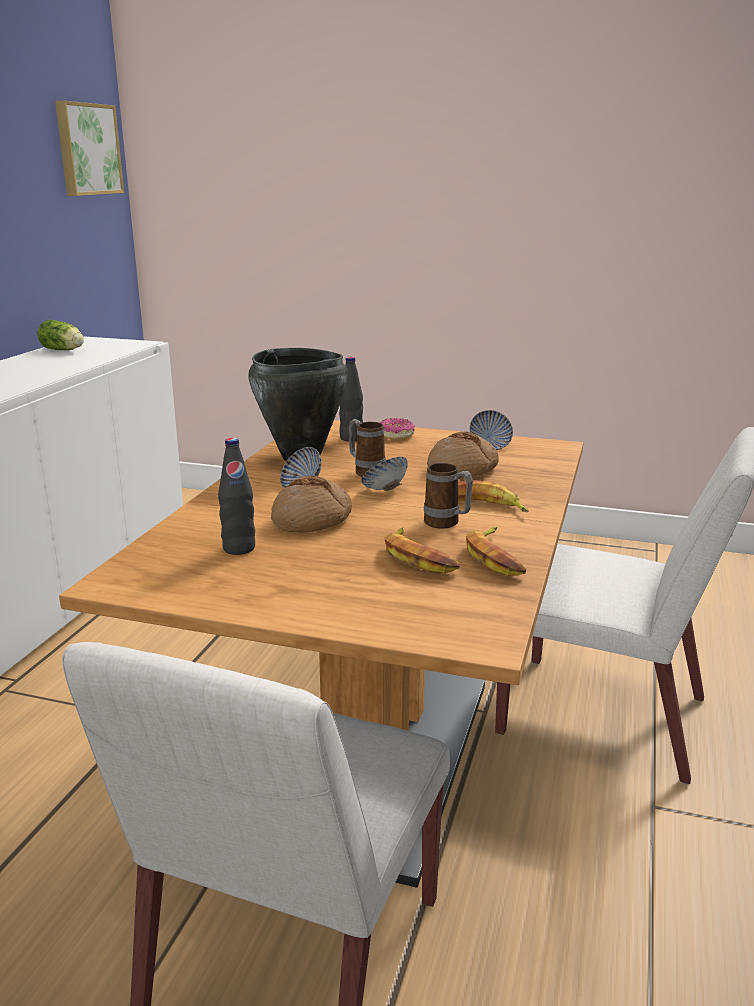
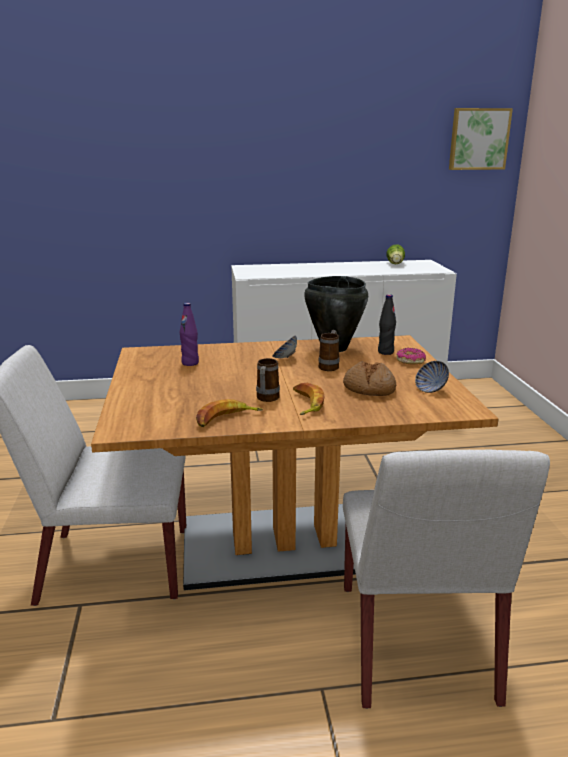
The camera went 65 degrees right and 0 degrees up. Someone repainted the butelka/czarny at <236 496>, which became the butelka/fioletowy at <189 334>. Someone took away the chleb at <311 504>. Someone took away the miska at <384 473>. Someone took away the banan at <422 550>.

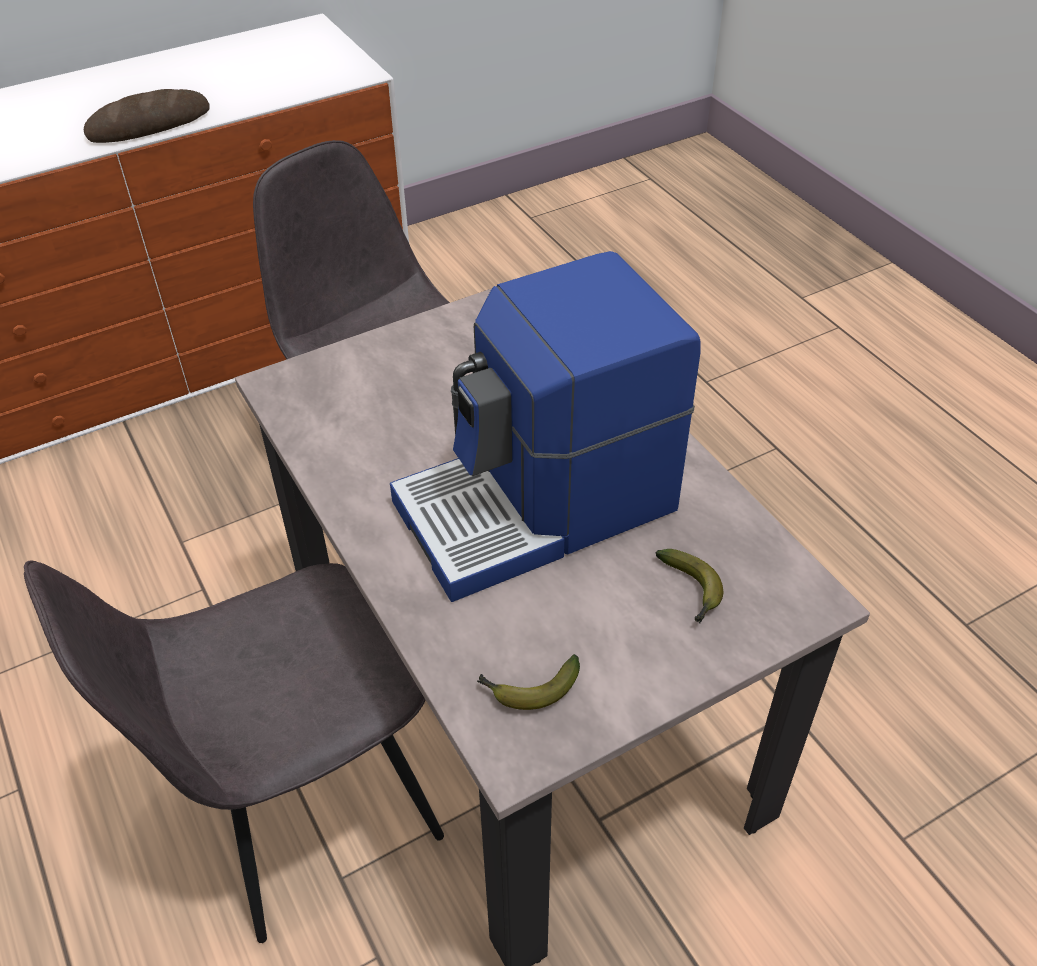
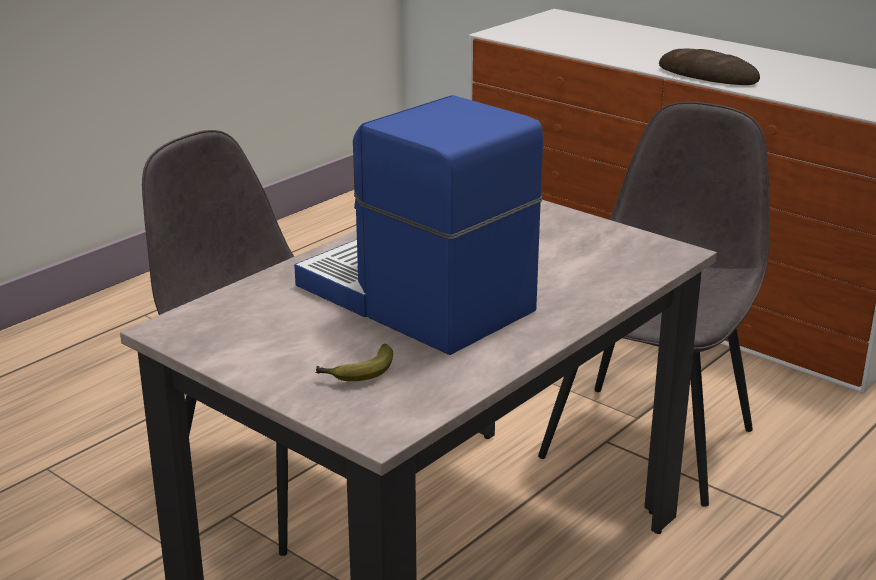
The camera went 70 degrees right and 20 degrees down. Someone took away the banan at <528 682>.

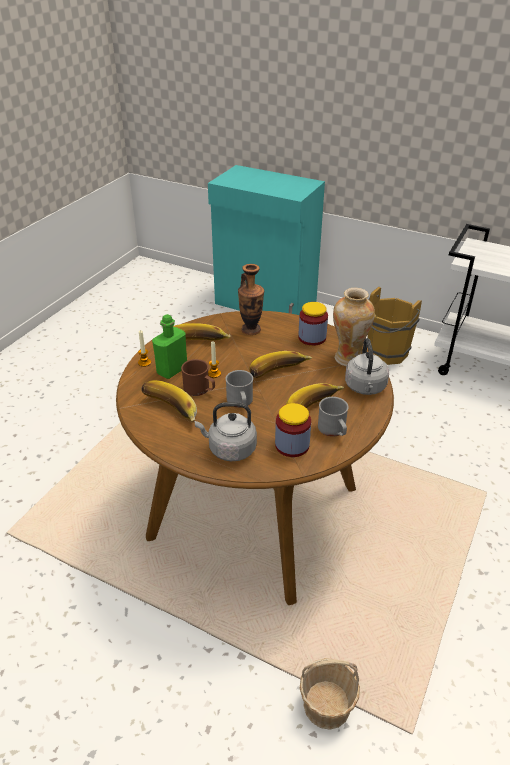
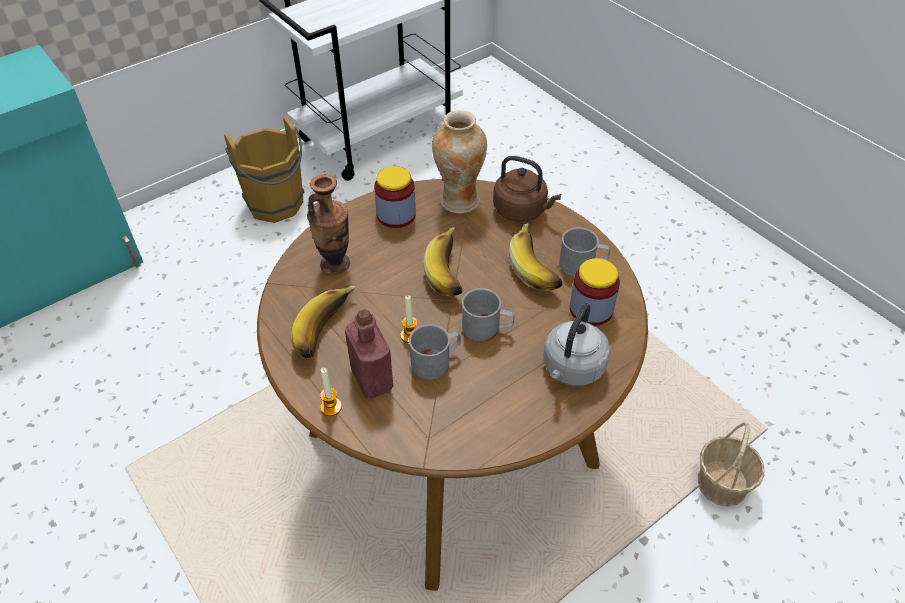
The camera went 65 degrees left and 10 degrees up. Someone took away the banan at <169 401>. Someone repainted the butelka/zielony at <169 346>, which became the butelka/czerwony at <369 353>. Someone repainted the kubek/brązowy at <198 377>, which became the kubek/szary at <435 352>. Someone repainted the czajnik/szary at <367 366>, which became the czajnik/brązowy at <527 189>.

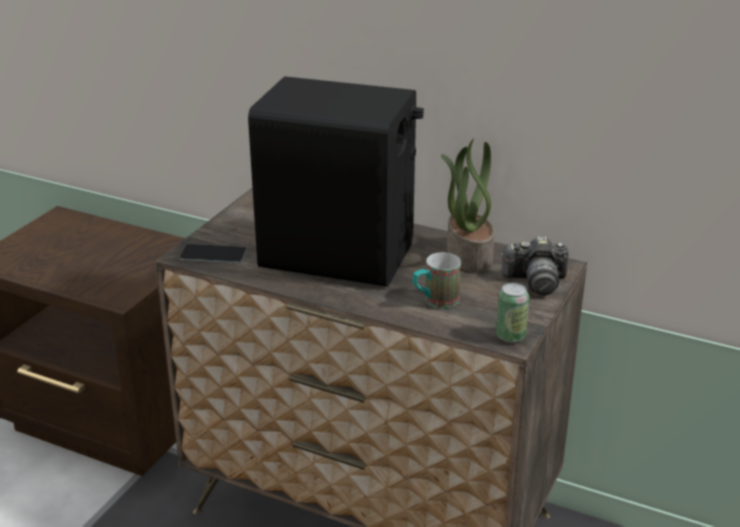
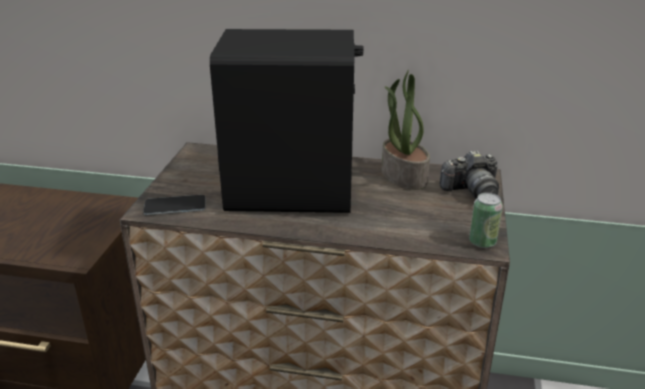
The camera went 15 degrees left and 0 degrees up. Someone took away the kubek at <437 280>.

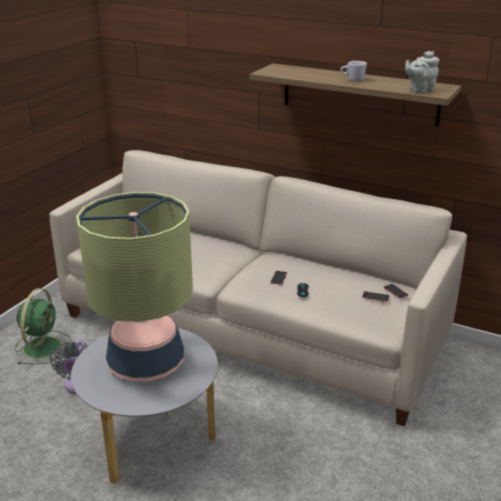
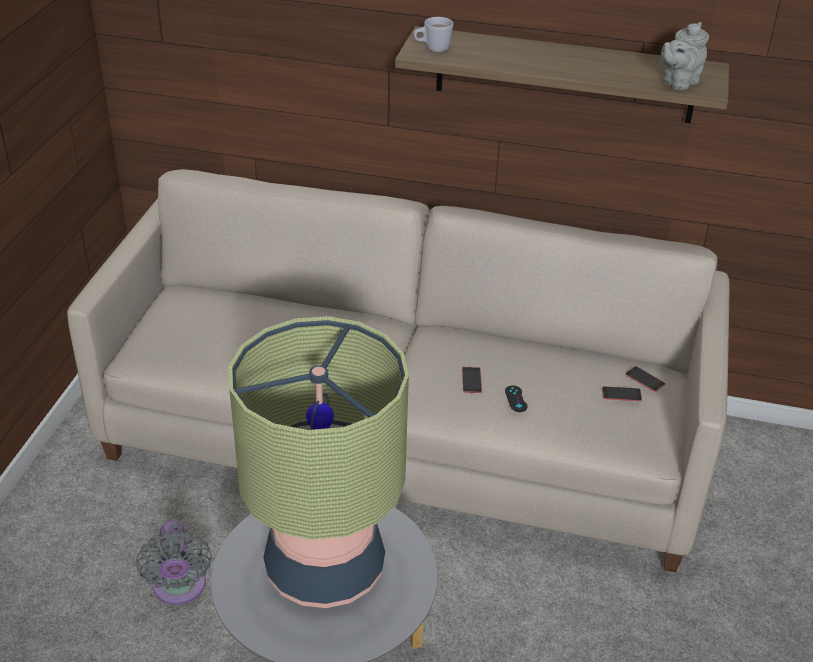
The camera went 15 degrees left and 10 degrees up. Someone took away the wentylator/zielony at <43 326>. Someone carried the kubek/biały from <353 71> to <433 34>.

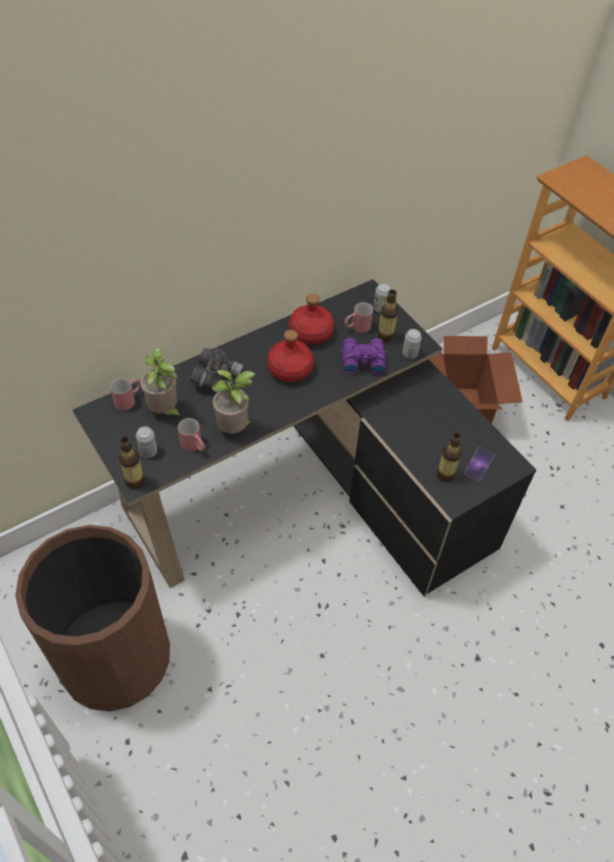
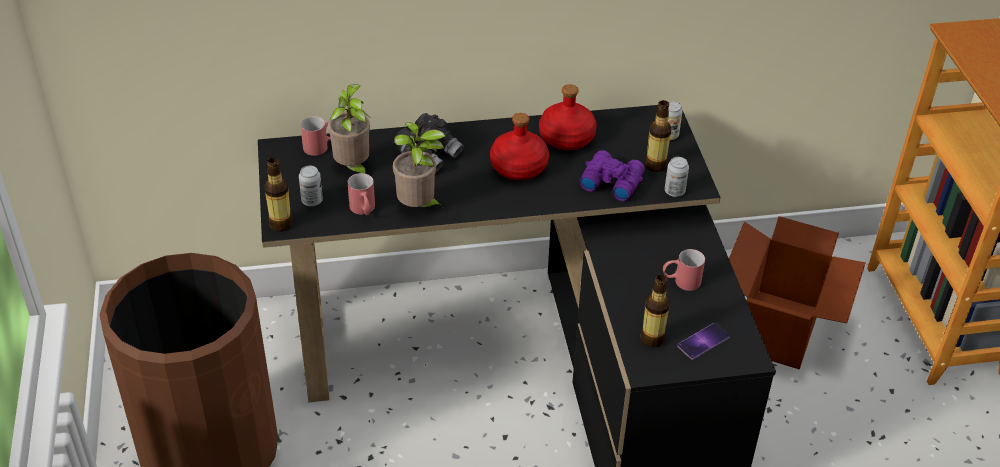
The camera went 25 degrees right and 10 degrees down. Someone carried the kubek/czerwony from <358 317> to <684 270>.

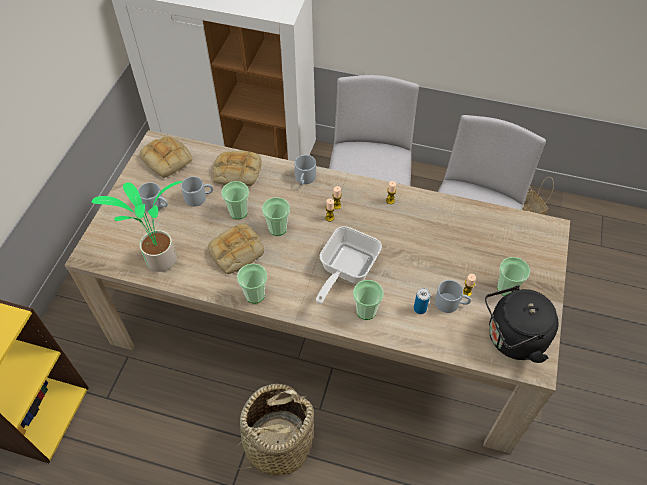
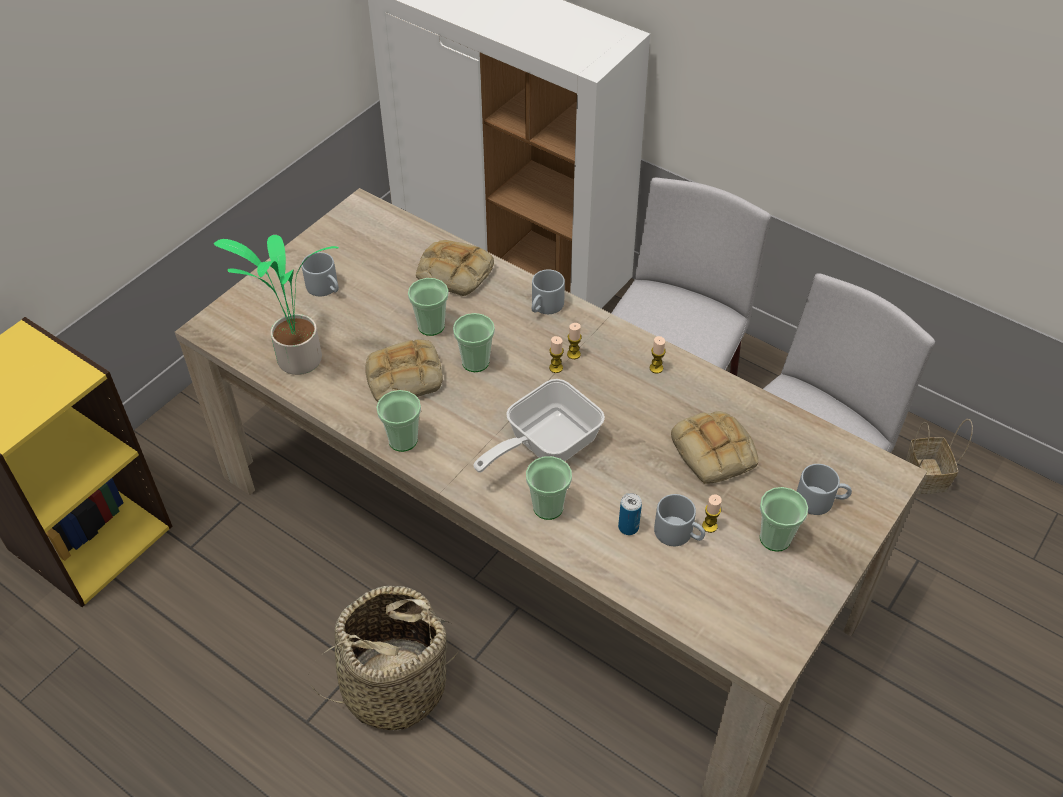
The camera went 20 degrees right and 5 degrees down. Someone carried the chleb from <166 157> to <714 447>. Someone carried the kubek/szary from <197 191> to <824 489>. Someone took away the czajnik/czarny at <521 324>.

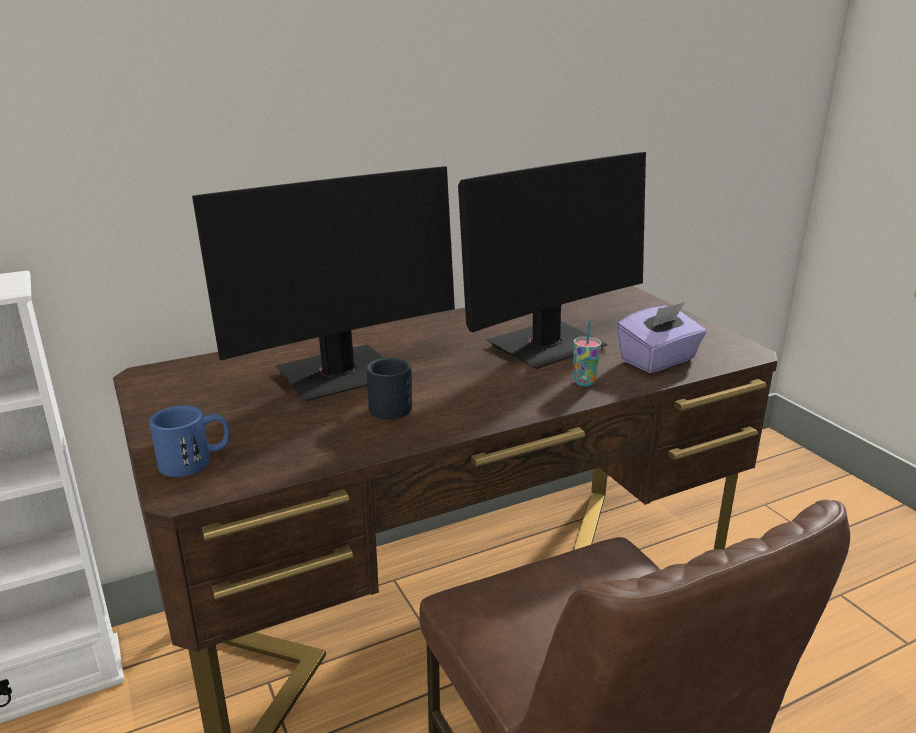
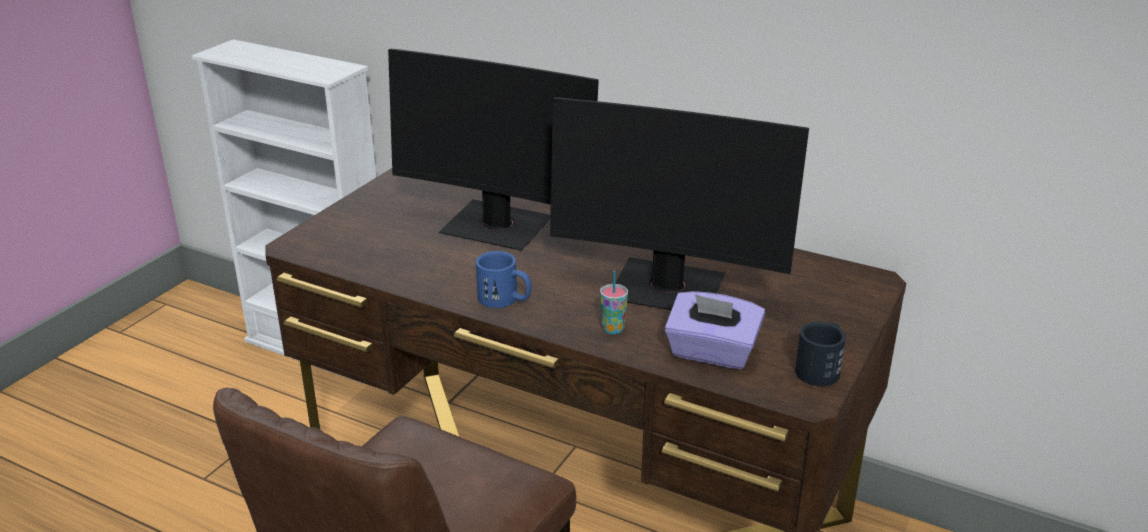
The camera went 55 degrees right and 5 degrees up. Someone carried the kubek/niebieski from <189 441> to <504 279>. Someone carried the kubek/czarny from <389 388> to <820 354>.

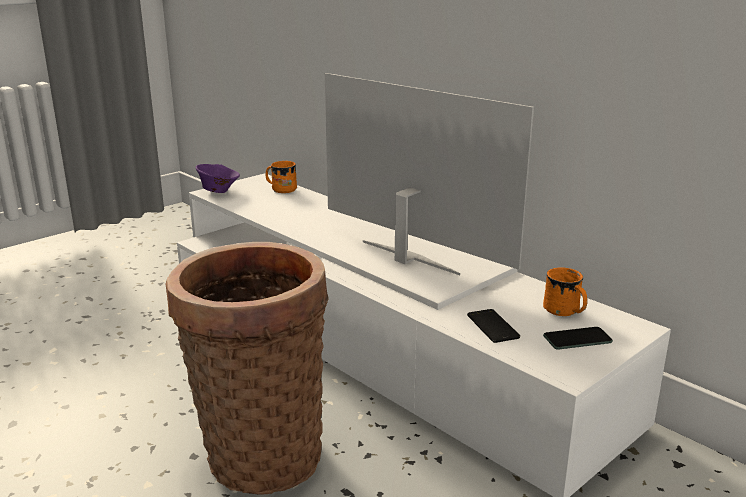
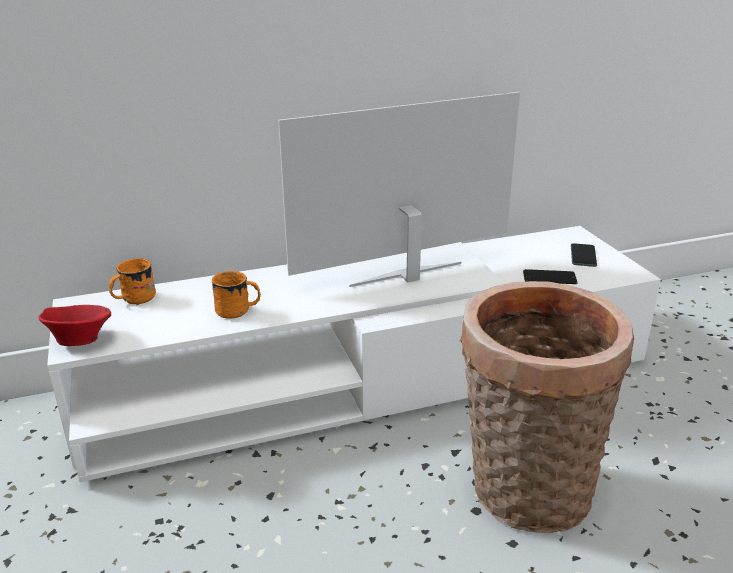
The camera went 65 degrees left and 5 degrees up. Someone repainted the miska/fioletowy at <217 178>, which became the miska/czerwony at <75 325>. Someone carried the kubek/pomarańczowy from <565 291> to <236 295>.

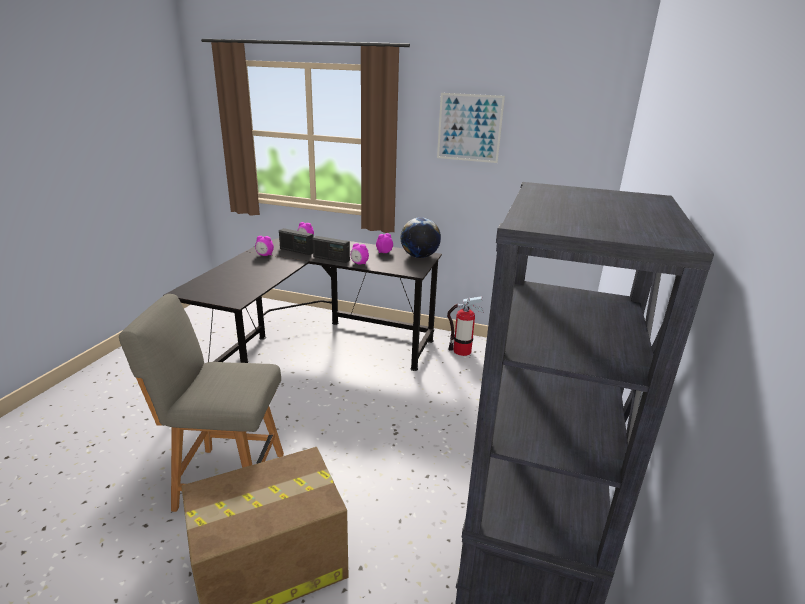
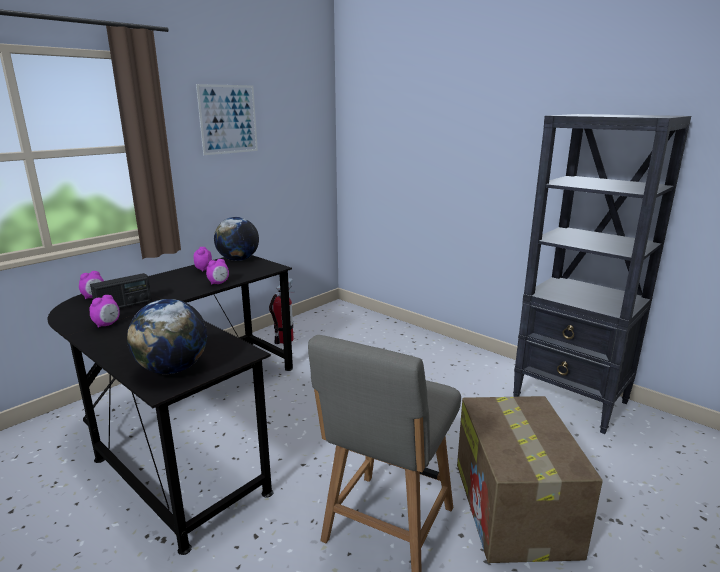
The camera went 65 degrees left and 5 degrees down. Someone took away the radio at <331 249>. Someone put down the globus at <167 336>.

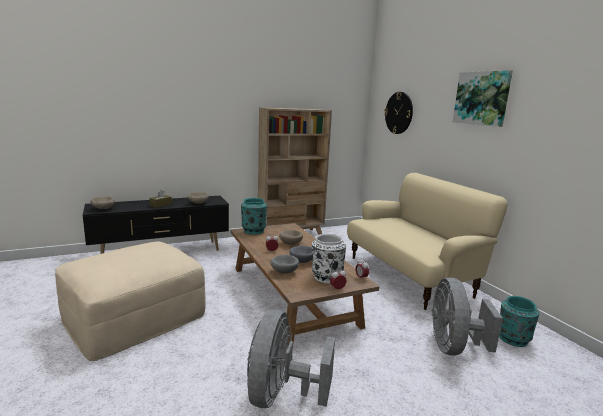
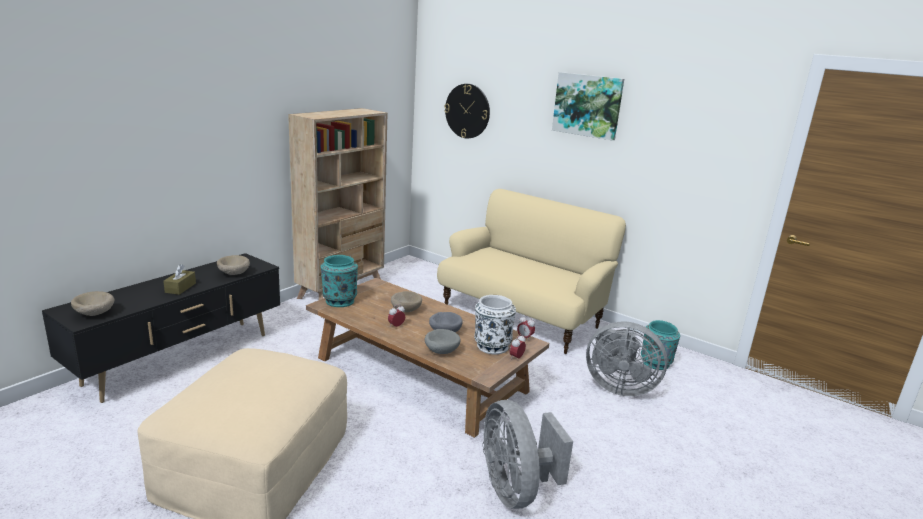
The camera went 30 degrees left and 5 degrees up. Someone rotated the wentylator/szary at <467 317> by 45 degrees counterclockwise.

